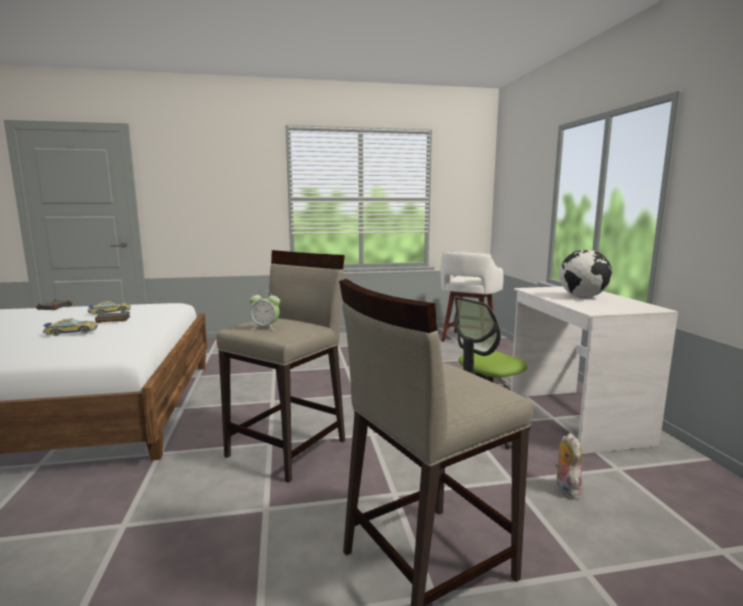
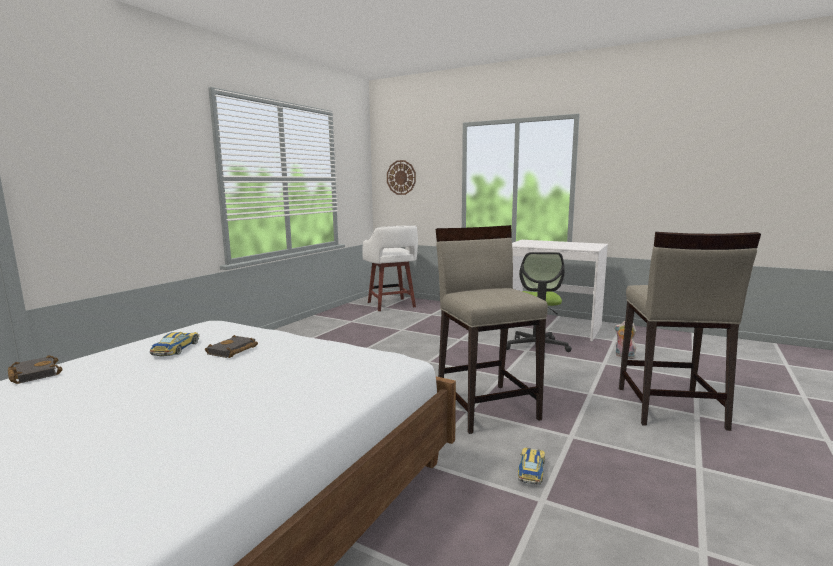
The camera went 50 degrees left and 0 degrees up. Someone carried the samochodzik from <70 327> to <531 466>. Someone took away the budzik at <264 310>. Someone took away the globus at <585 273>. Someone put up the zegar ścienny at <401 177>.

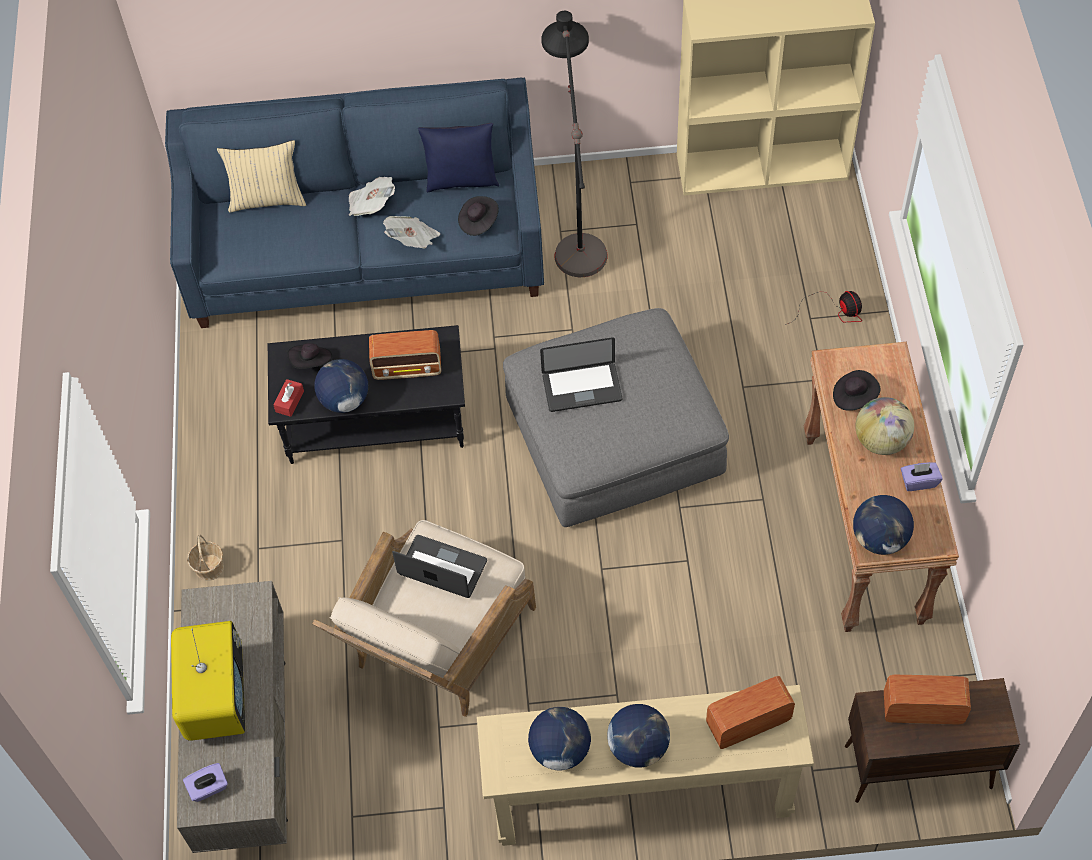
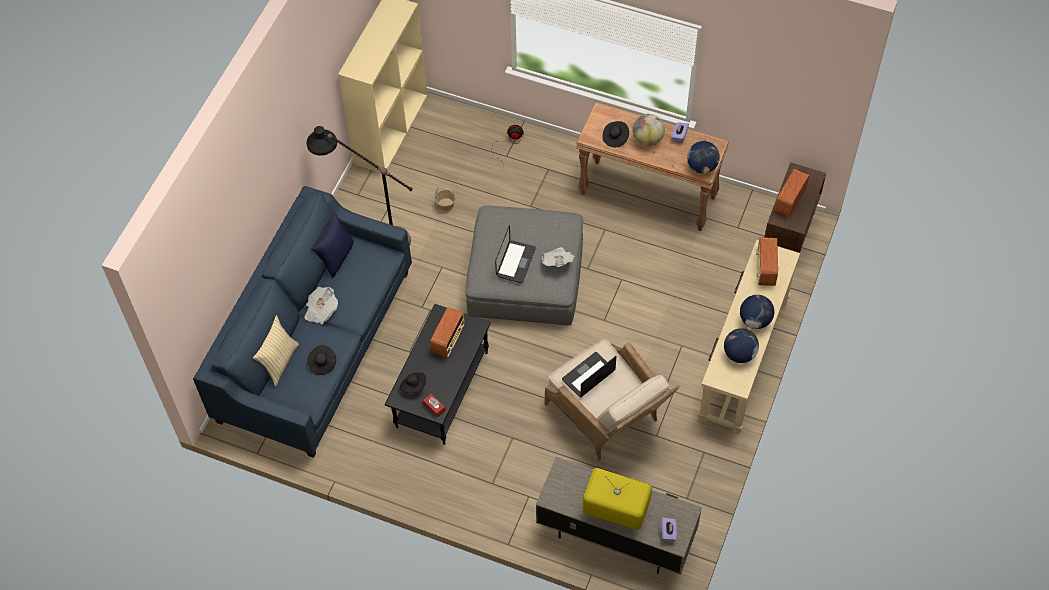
The camera went 65 degrees left and 0 degrees up. Someone carried the koszyk from <205 558> to <445 200>. Someone took away the globus at <341 386>. Someone carried the gazeta from <411 232> to <558 257>. Someone carried the kapelusz/czarny from <478 216> to <322 360>.

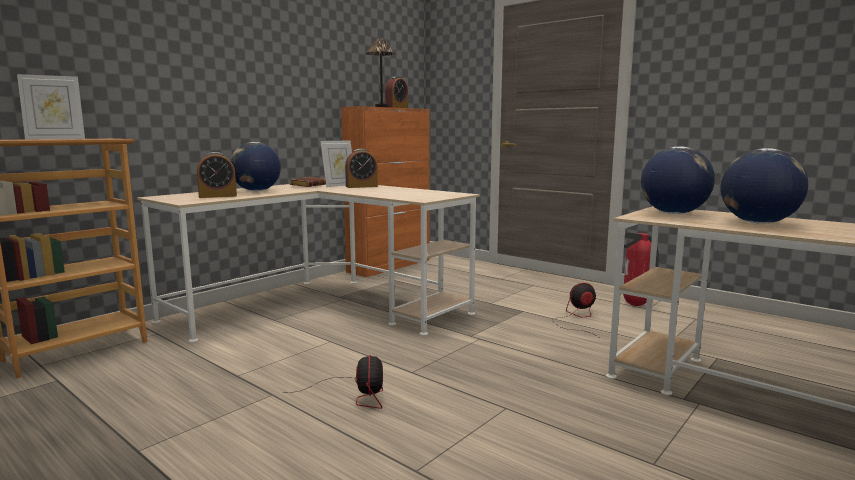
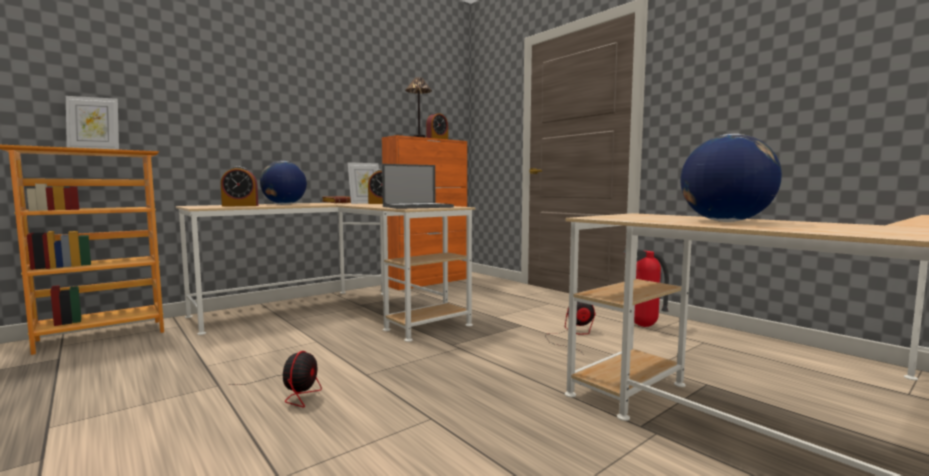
The camera went 10 degrees right and 5 degrees down. Someone took away the globus at <678 180>. Someone put down the laptop at <418 186>.

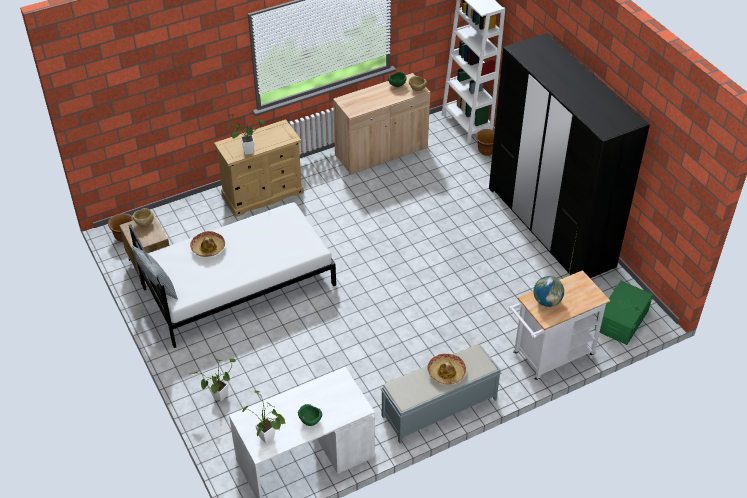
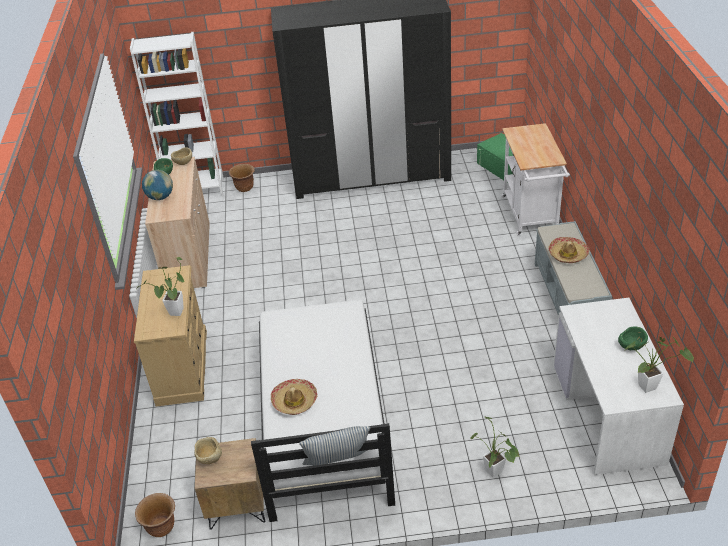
The camera went 65 degrees left and 5 degrees down. Someone carried the globus from <548 291> to <157 185>.

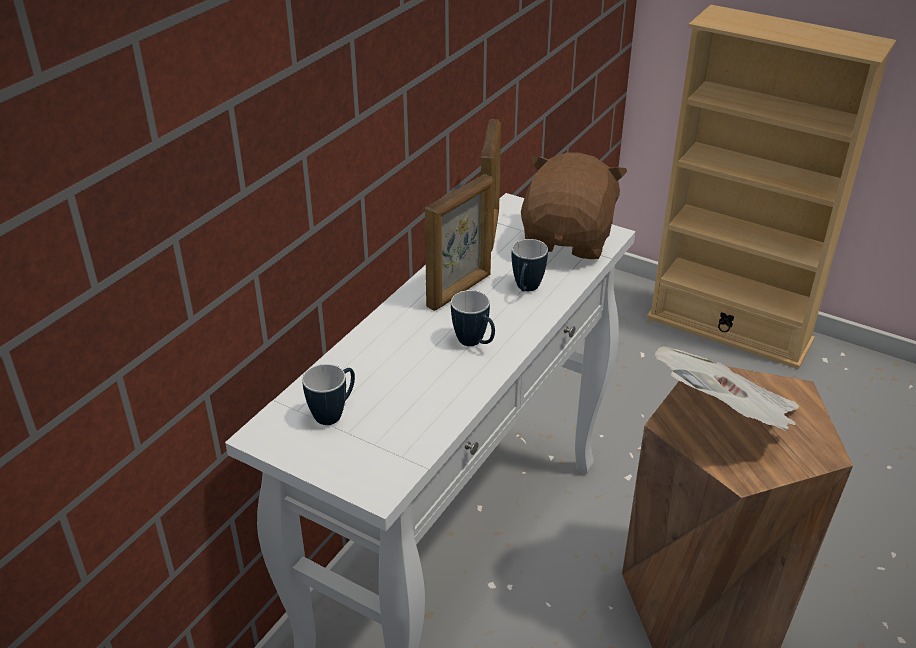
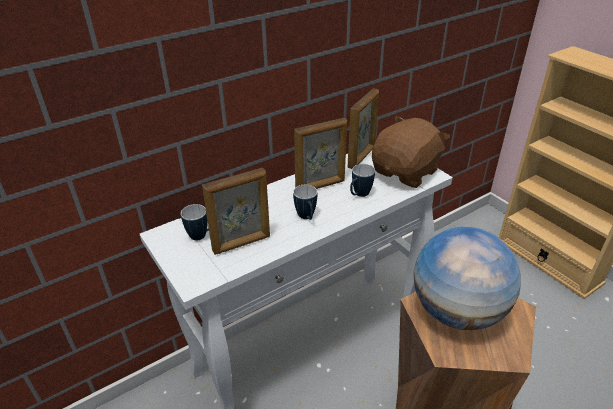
The camera went 25 degrees right and 0 degrees up. Someone swapped the gazeta at <727 388> for the globus at <467 278>. Someone put down the ramka na zdjęcie at <236 211>.

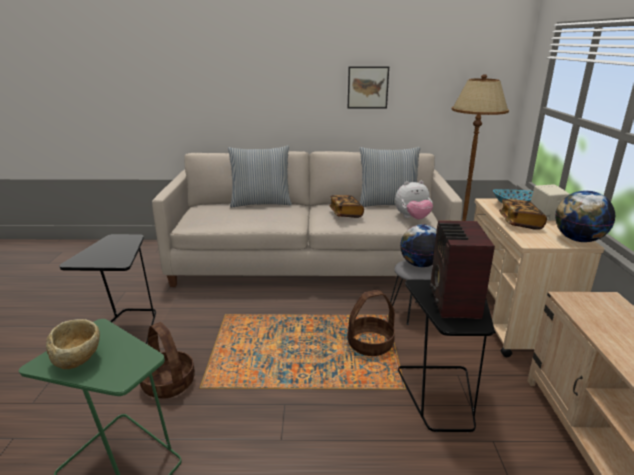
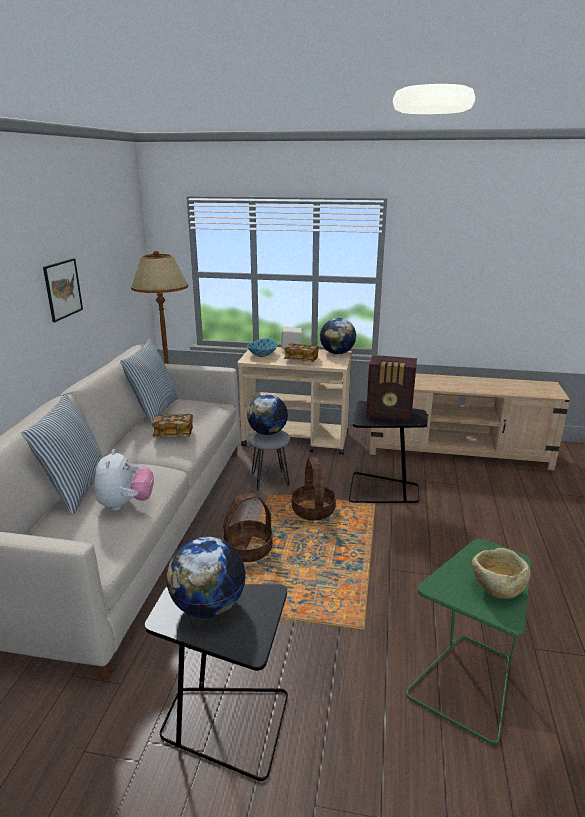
The camera went 80 degrees left and 0 degrees up. Someone carried the koszyk from <167 360> to <248 527>. Someone carried the pluszak from <414 200> to <124 480>. Someone put down the globus at <206 577>.

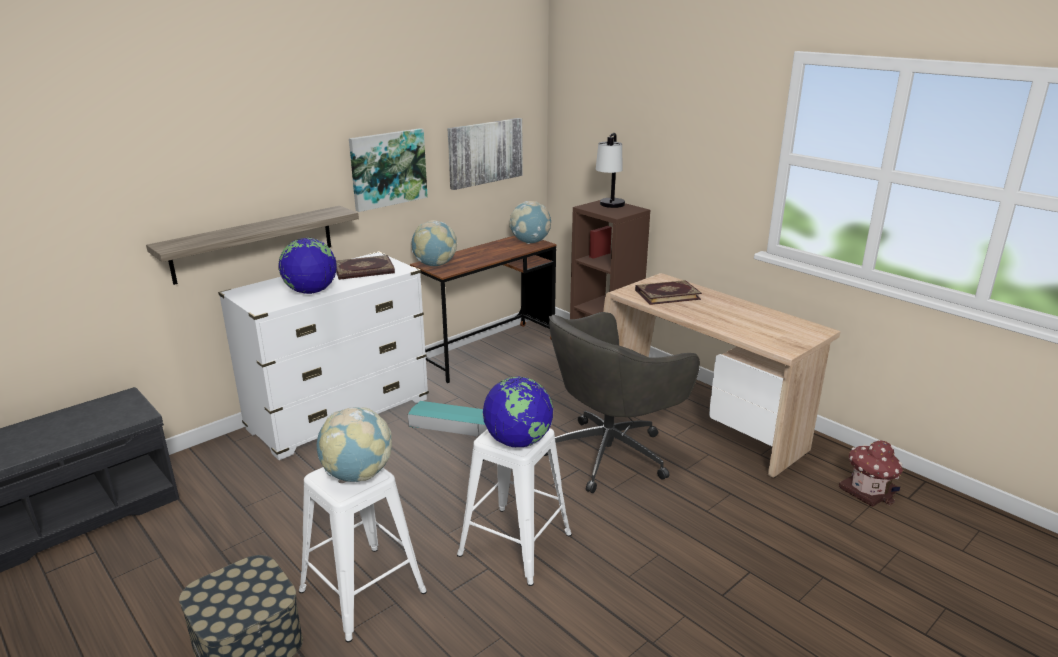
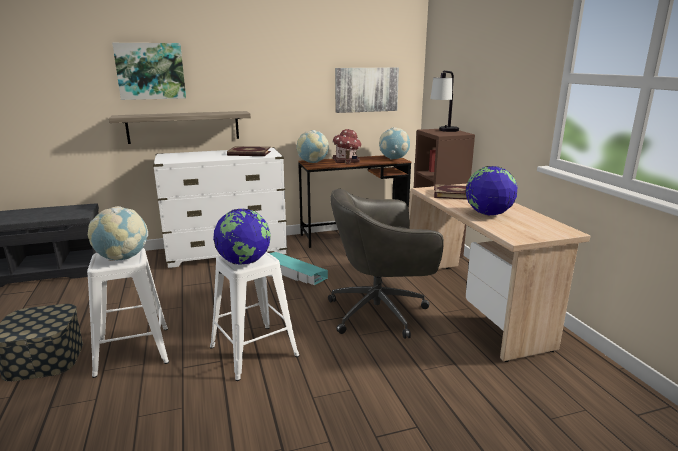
The camera went 25 degrees right and 5 degrees down. Someone carried the globus from <307 266> to <491 190>. Someone carried the obraz from <388 170> to <149 71>. Someone carried the domek from <871 473> to <346 146>.

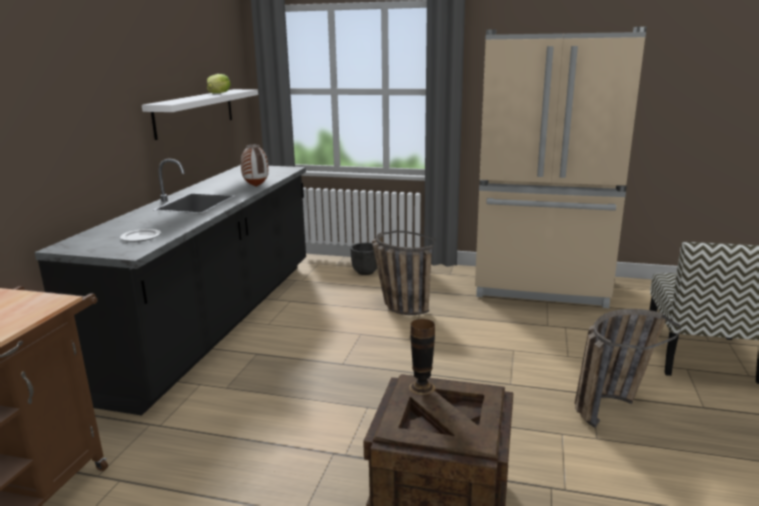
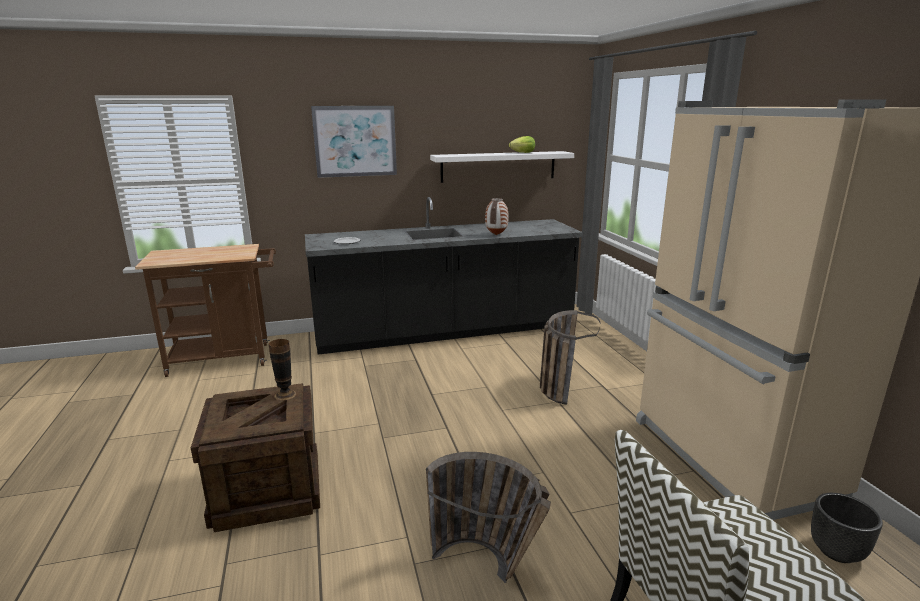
The camera went 60 degrees right and 0 degrees up. Someone carried the donica/czarny from <363 259> to <847 528>. Someone put up the obraz at <354 142>.

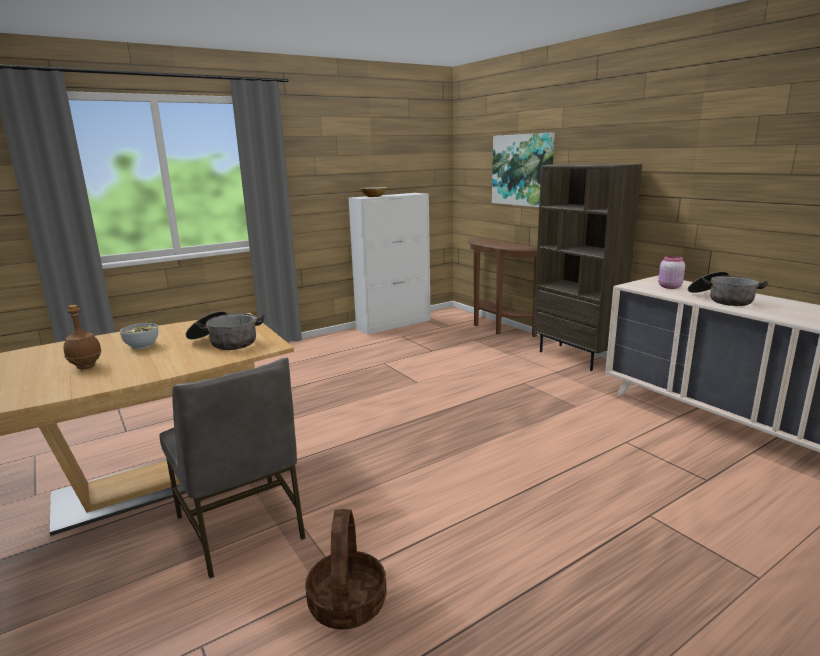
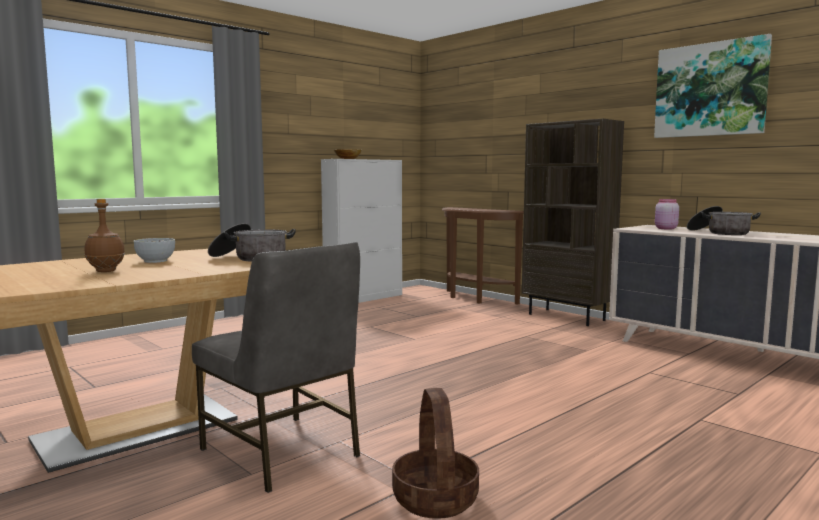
The camera went 10 degrees left and 10 degrees down. Someone carried the obraz from <523 169> to <713 86>.

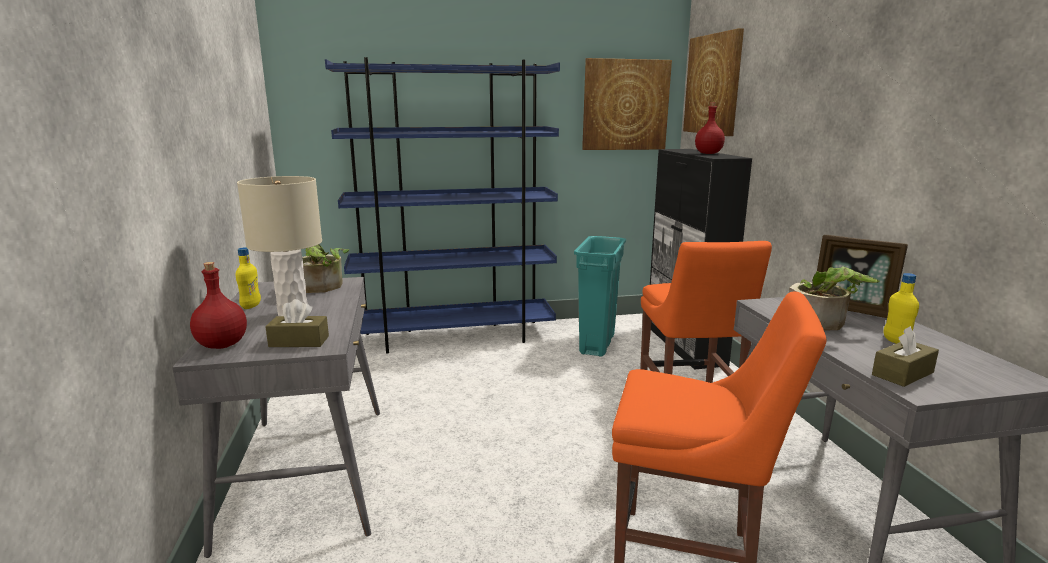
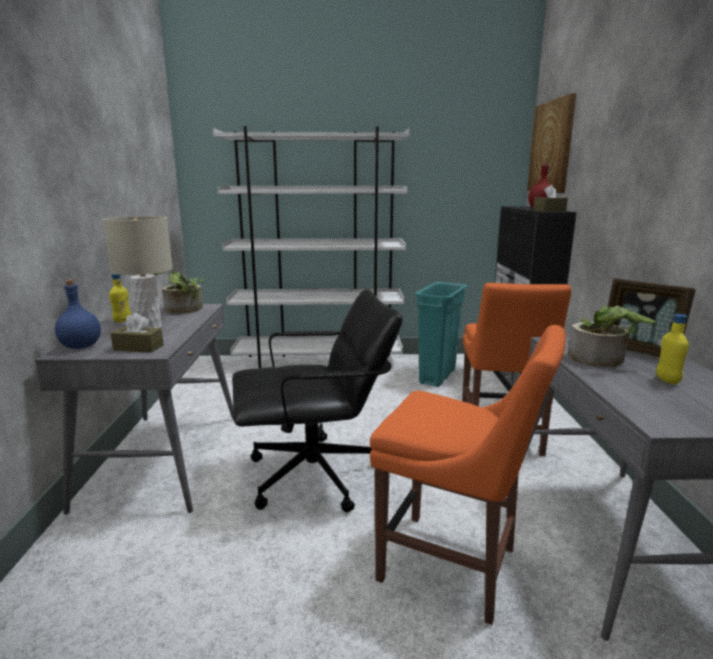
The camera went 10 degrees right and 0 degrees up. Someone repainted the butelka/czerwony at <218 305>, which became the butelka/niebieski at <78 314>. Someone repainted the regał/niebieski at <442 205>, which became the regał/biały at <311 247>. Someone took away the obraz at <627 104>. Someone carried the pudełko chusteczek/brązowy from <905 356> to <550 198>. Someone put down the krzesło biurowe/czarny at <317 400>.

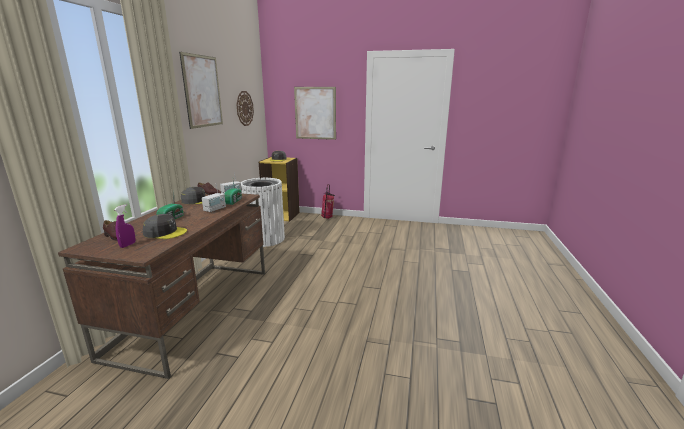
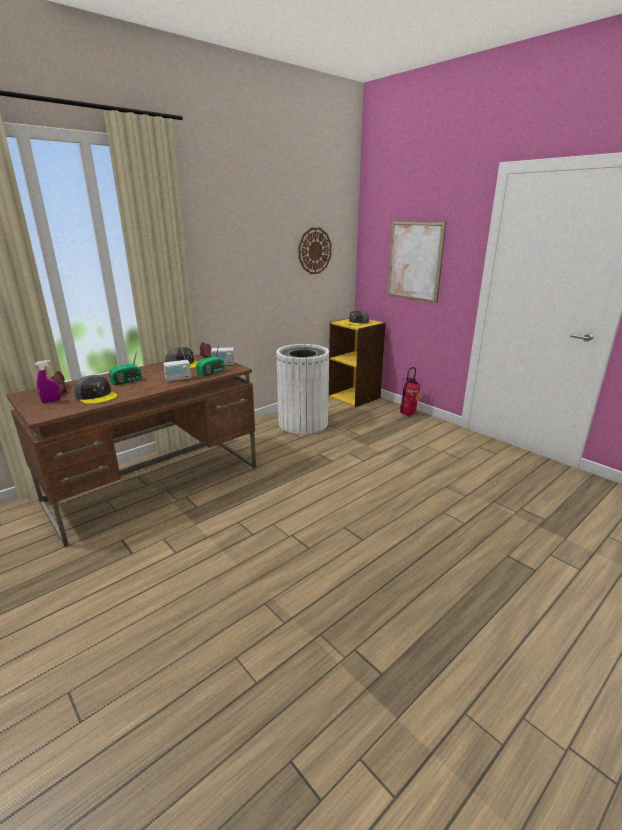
The camera went 35 degrees right and 5 degrees up. Someone took away the obraz at <201 90>.

